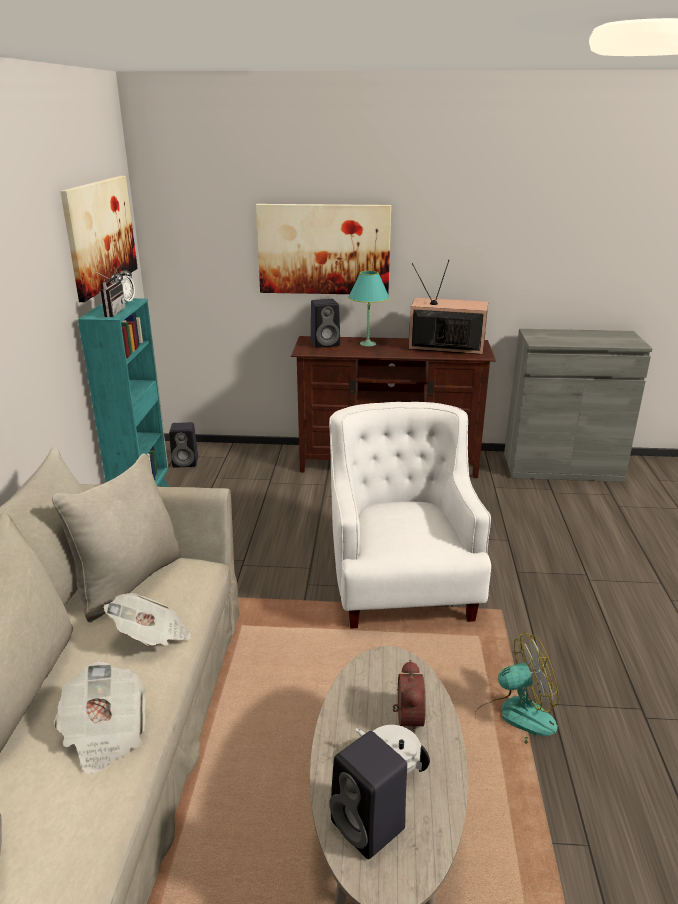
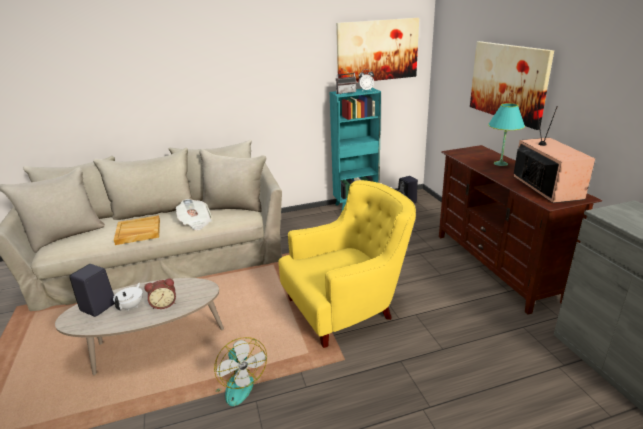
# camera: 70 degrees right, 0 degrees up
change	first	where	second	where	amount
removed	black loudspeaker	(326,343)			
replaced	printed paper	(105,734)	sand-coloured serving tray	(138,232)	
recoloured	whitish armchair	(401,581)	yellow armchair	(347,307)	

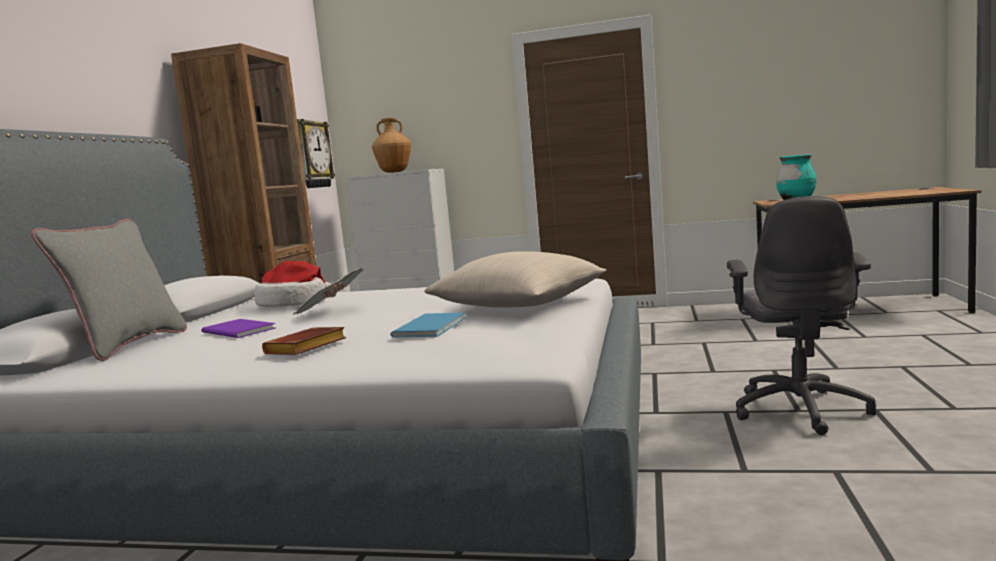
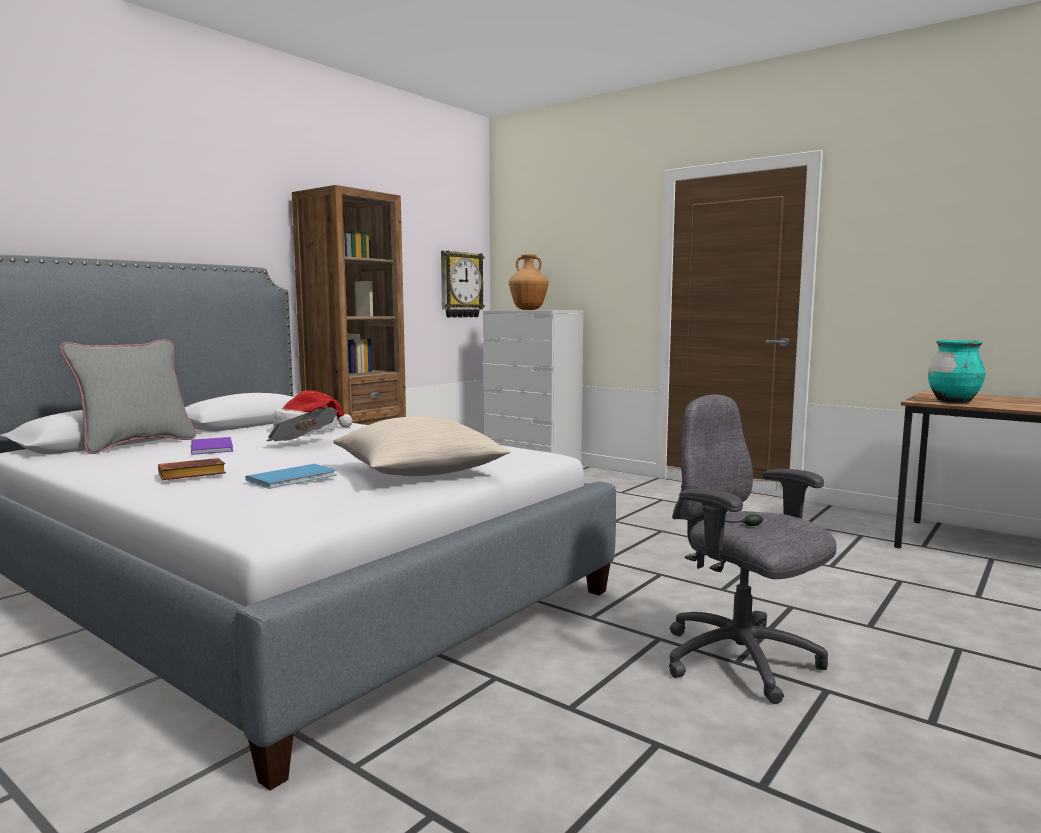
# camera: 25 degrees right, 0 degrees up
change	first	where	second	where	amount
turned	greyish desk chair	(800,409)		(741,661)	105 degrees clockwise

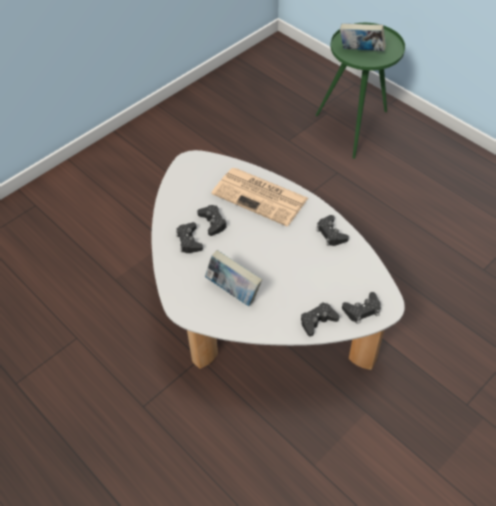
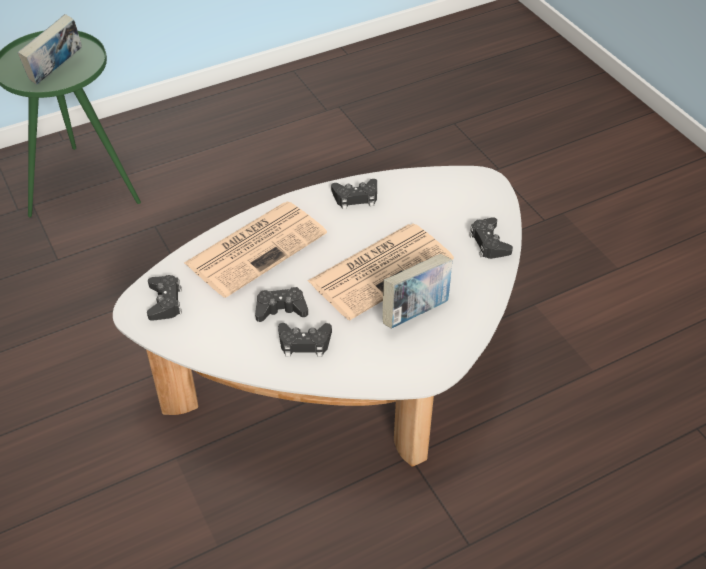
# camera: 75 degrees left, 5 degrees down
change	first	where	second	where	amount
added			printed paper	(381,269)	
moved	black game controller	(362,310)		(165,302)	

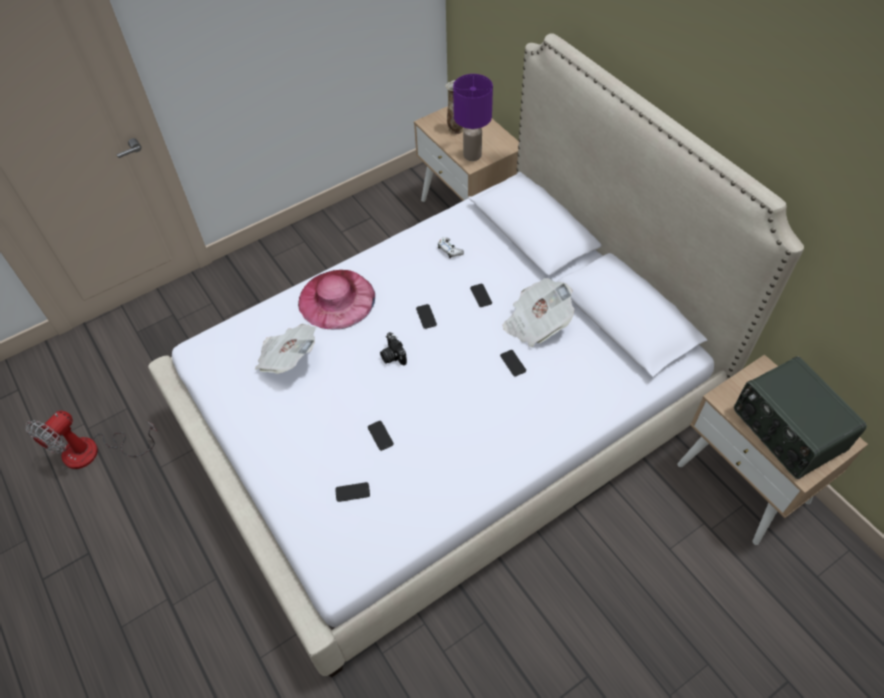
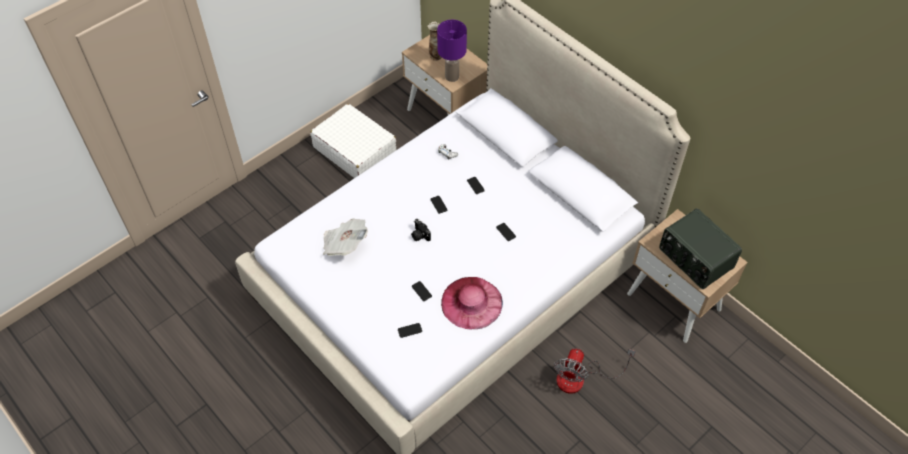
# camera: 10 degrees left, 0 degrees up
change	first	where	second	where	amount
removed	printed paper	(536,323)			
added			whitish suitcase	(354,149)	
moved	cooling fan	(94,451)		(580,378)	
moved	pink-coloured wearable hat	(336,299)		(471,302)	

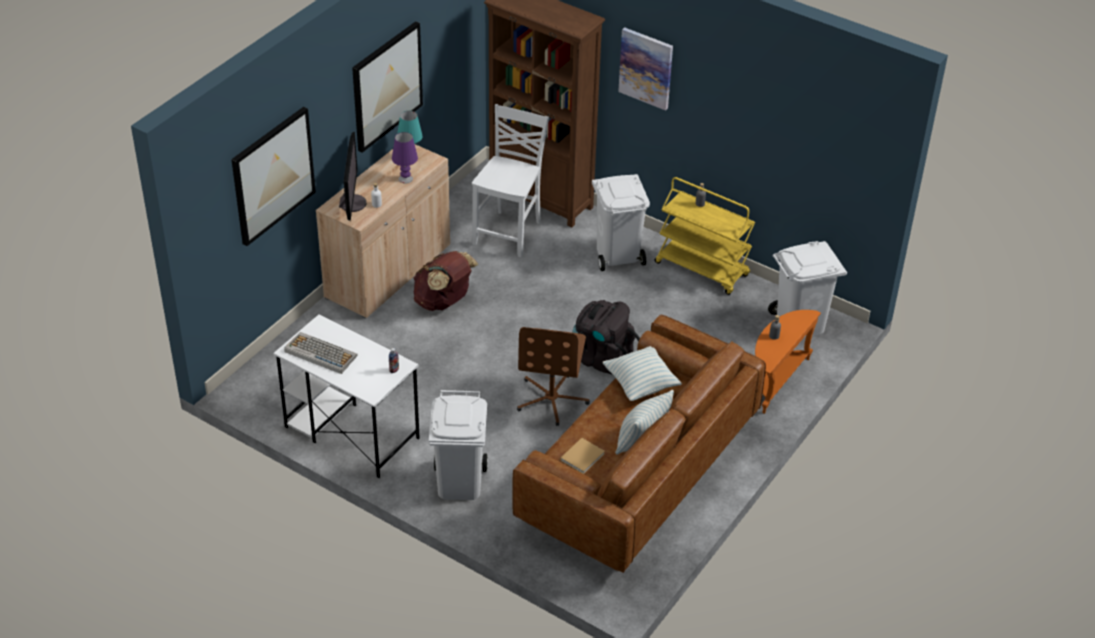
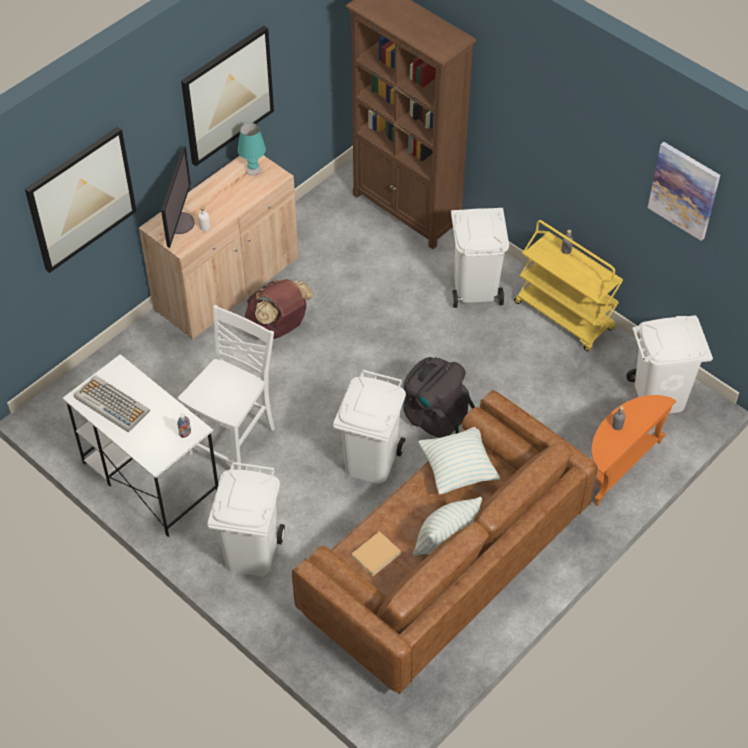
# camera: 10 degrees right, 10 degrees up
change	first	where	second	where	amount
removed	purple-coloured table lamp	(405,179)			
moved	whitish upright chair	(509,233)		(234,441)	
moved	wall picture	(646,68)		(684,190)	
replaced	brown-coloured desk chair	(552,399)	whitish waste bin	(370,461)	

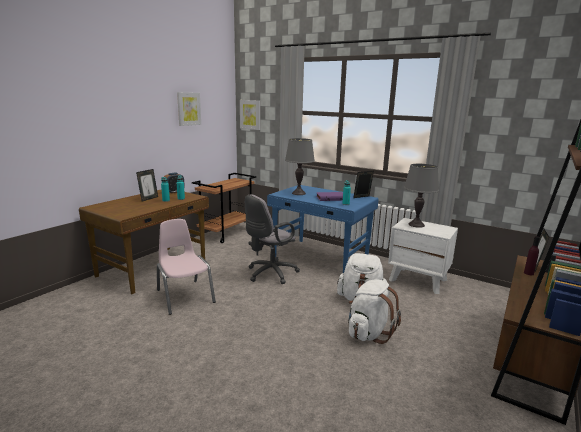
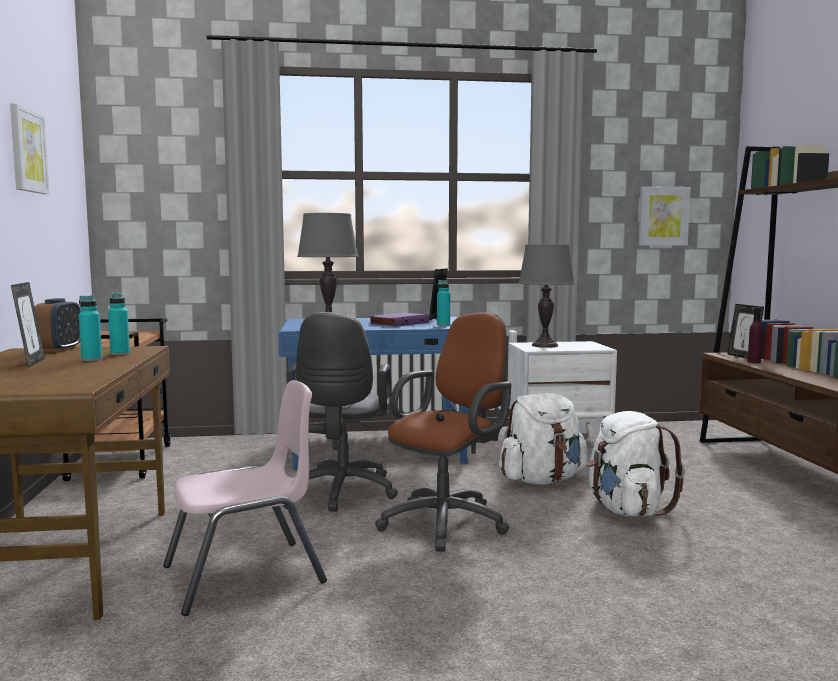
# camera: 40 degrees left, 10 degrees down
change	first	where	second	where	amount
added			brown-coloured desk chair	(449,522)	
moved	wall picture	(250,114)		(663,216)	
turned	pink-coloured upright chair	(185,296)		(245,575)	135 degrees clockwise

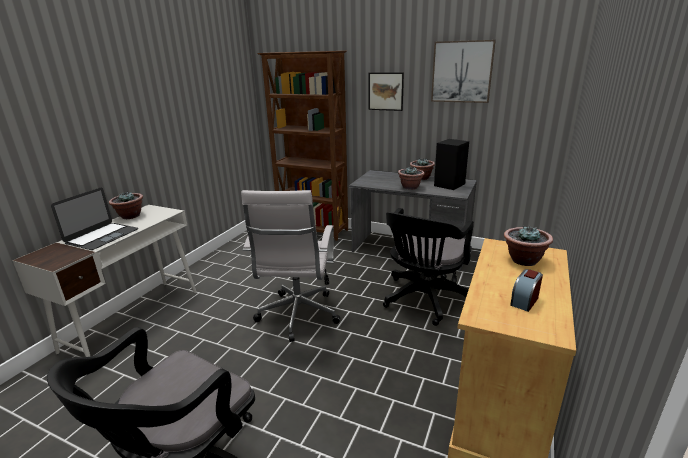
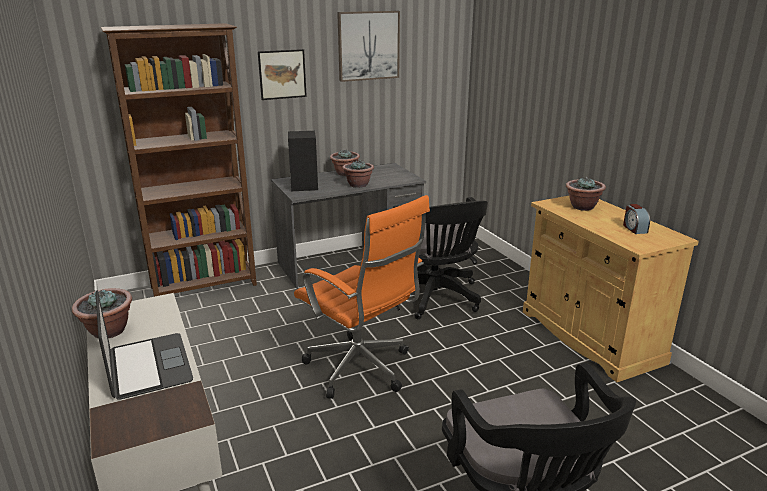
# camera: 50 degrees left, 0 degrees up
change	first	where	second	where	amount
moved	black loudspeaker	(450,184)		(304,185)	
recoloured	whitish desk chair	(298,317)	orangey desk chair	(362,370)	

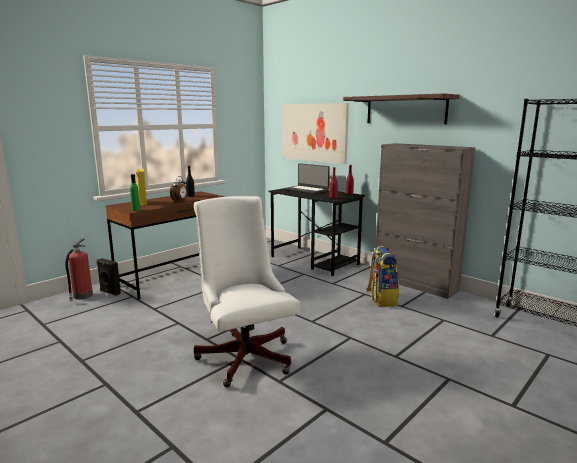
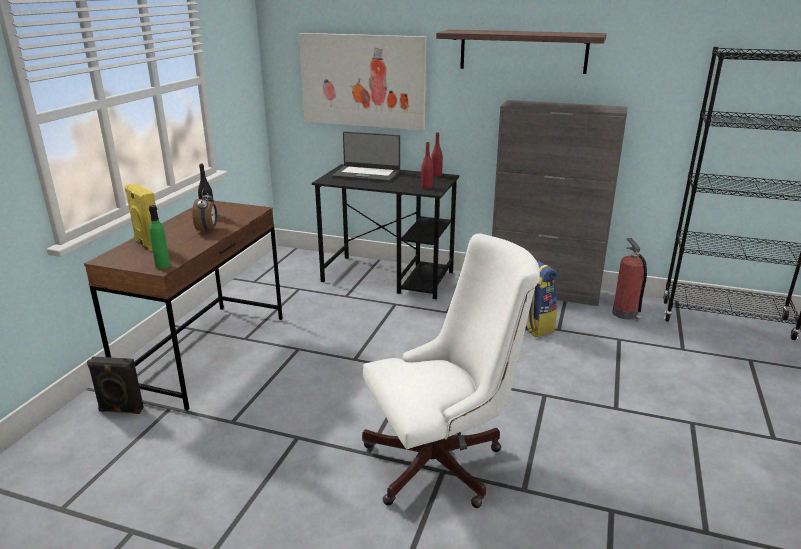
# camera: 25 degrees left, 10 degrees up
change	first	where	second	where	amount
moved	fire-fighting cylinder	(82,296)		(625,314)	
turned	whitish desk chair	(245,354)		(443,462)	120 degrees clockwise

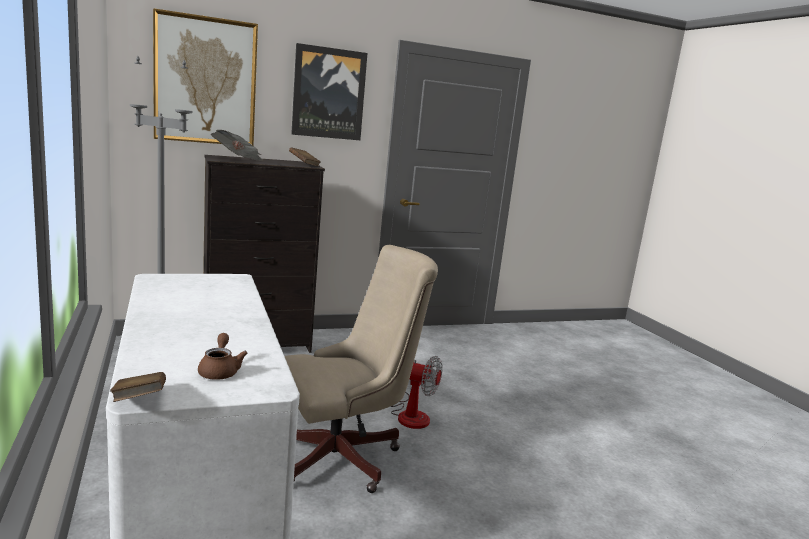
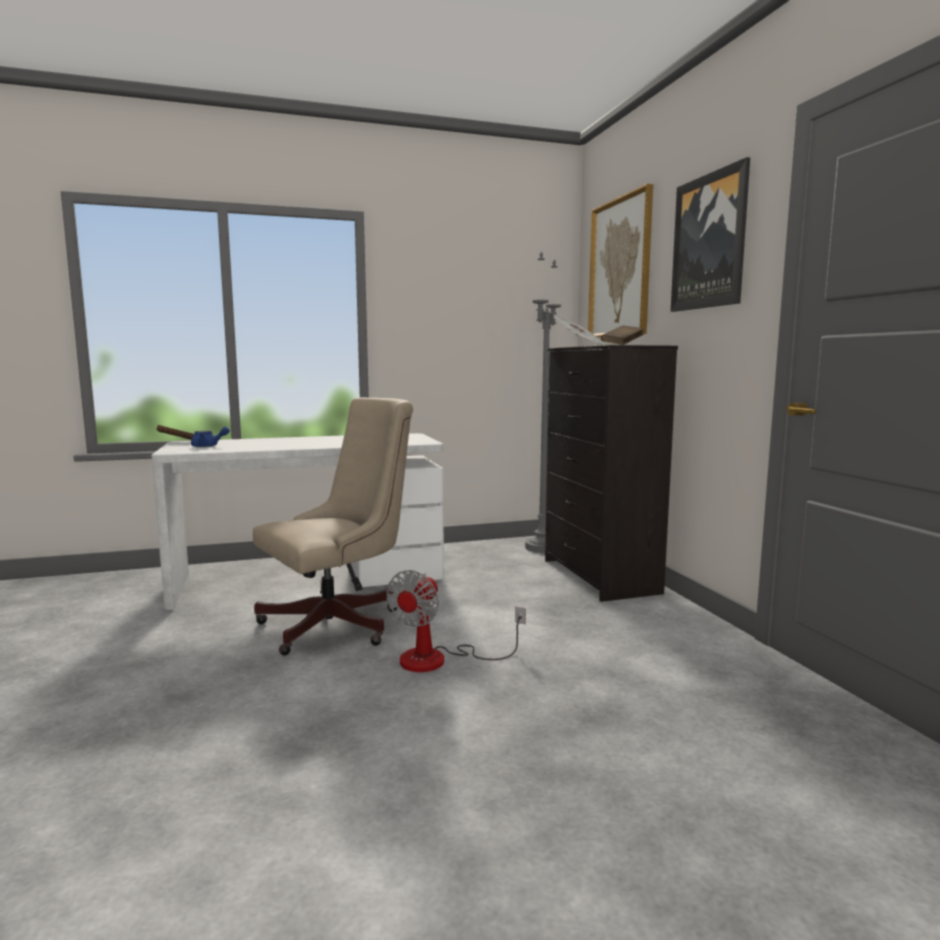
# camera: 95 degrees right, 5 degrees down
change	first	where	second	where	amount
recoloured	brown-coloured pot for tea	(220,371)	blue pot for tea	(208,446)	
turned	sand-coloured desk chair	(344,457)		(340,623)	105 degrees counterclockwise

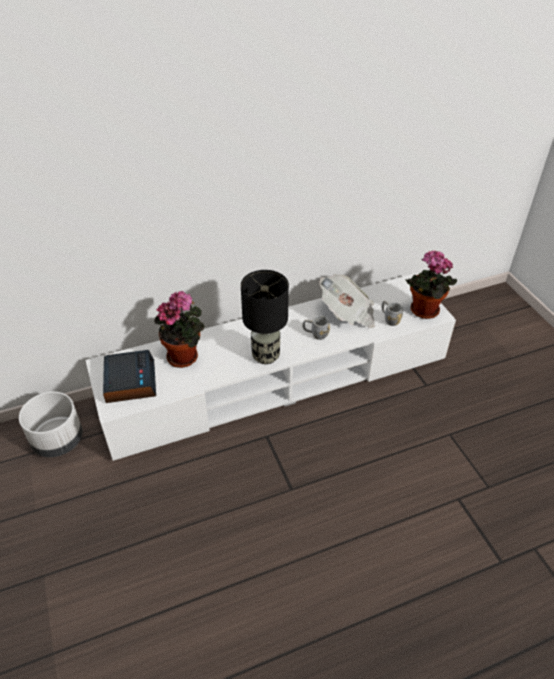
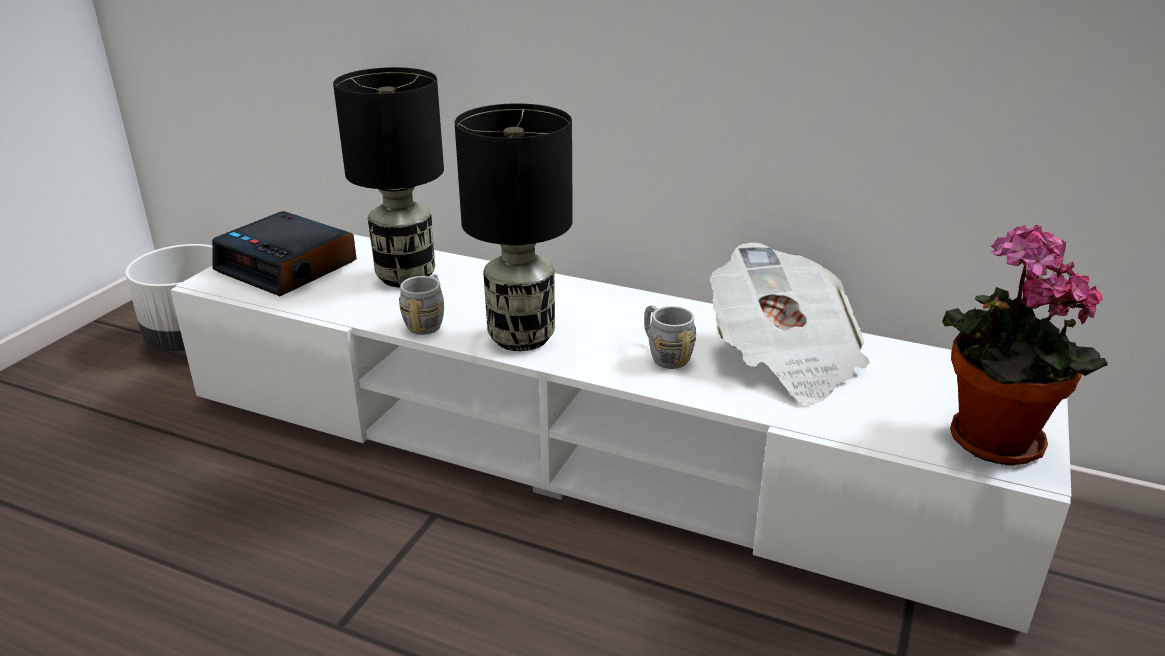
# camera: 45 degrees right, 15 degrees down
change	first	where	second	where	amount
moved	greyish tea mug	(389,319)		(428,322)	
replaced	potted plant	(185,356)	black table lamp	(407,277)	
turned	alarm clock	(129,381)		(288,266)	90 degrees clockwise

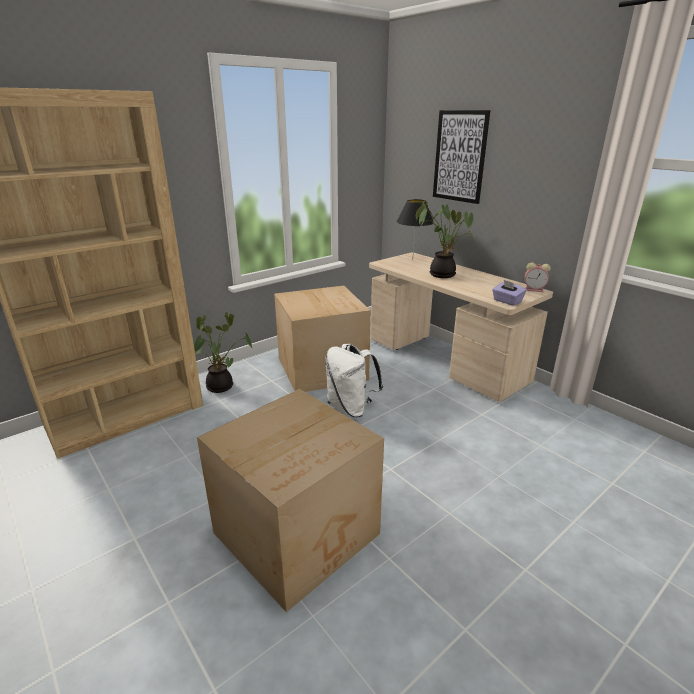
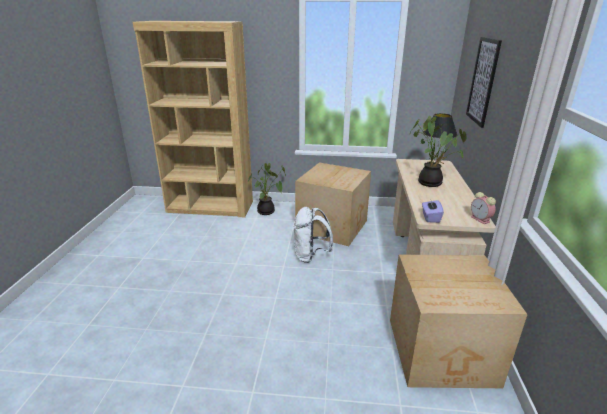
# camera: 45 degrees right, 0 degrees up
change	first	where	second	where	amount
moved	packing box	(299,533)		(442,352)	

